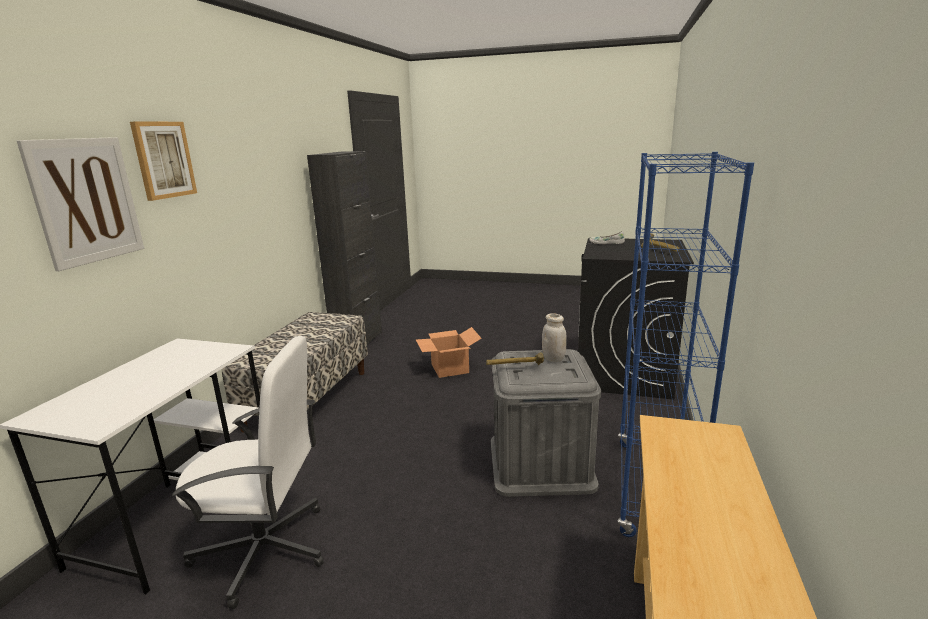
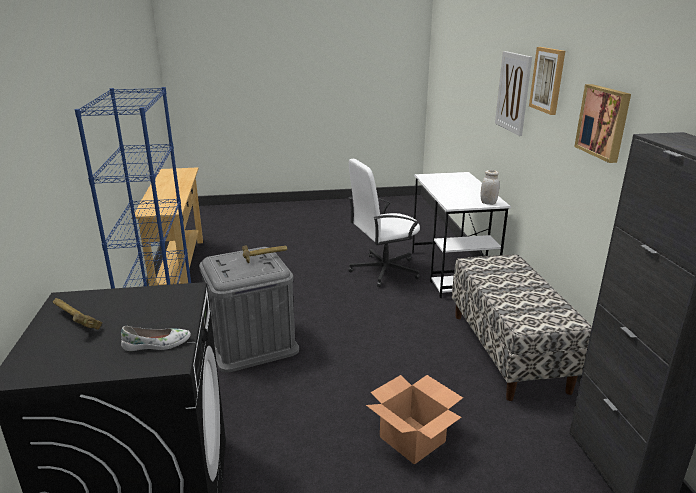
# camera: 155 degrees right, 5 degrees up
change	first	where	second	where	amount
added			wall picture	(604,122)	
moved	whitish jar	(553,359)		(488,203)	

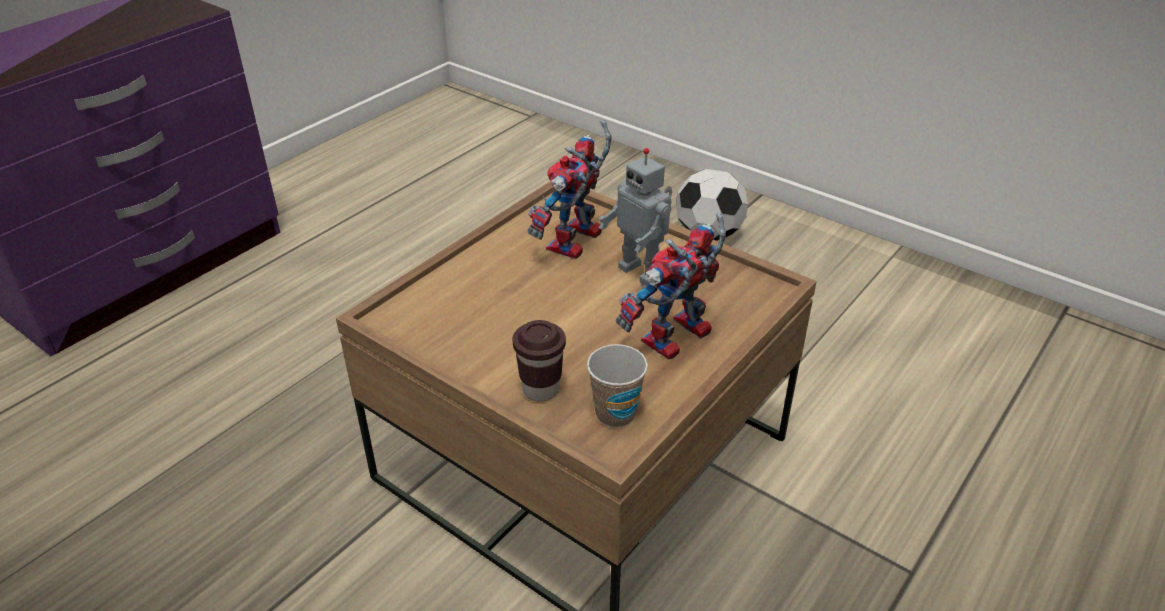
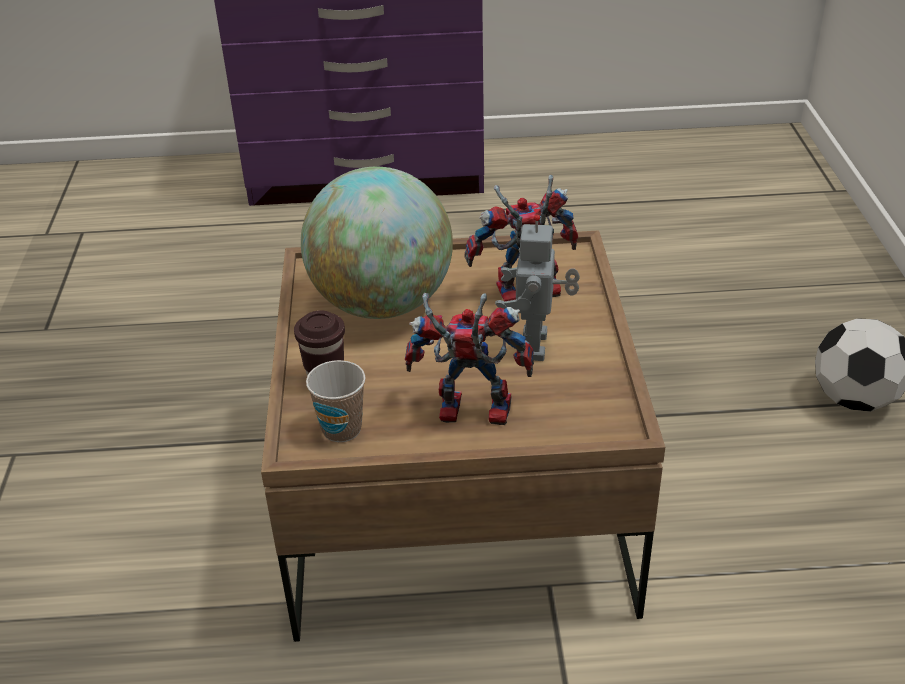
# camera: 50 degrees right, 0 degrees up
change	first	where	second	where	amount
added			world globe	(382,304)	

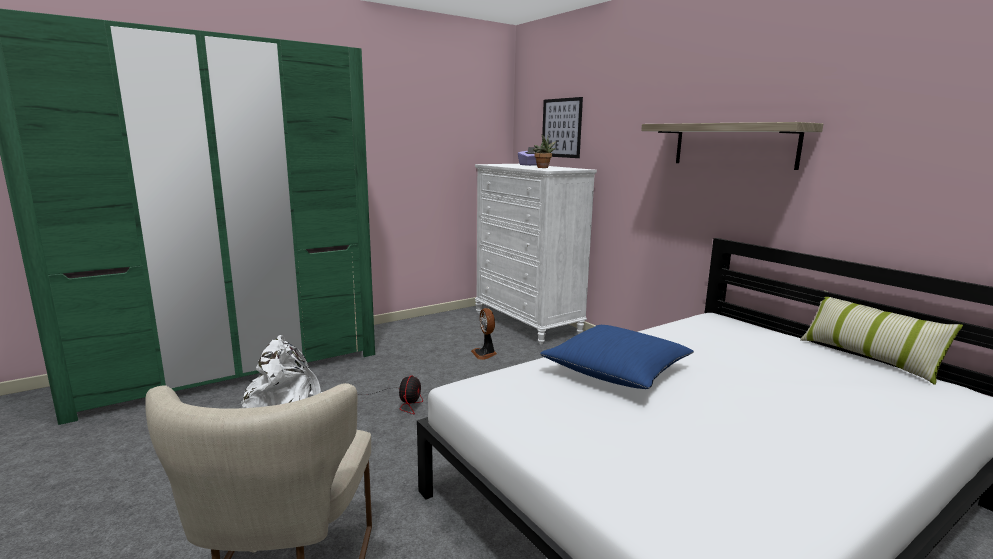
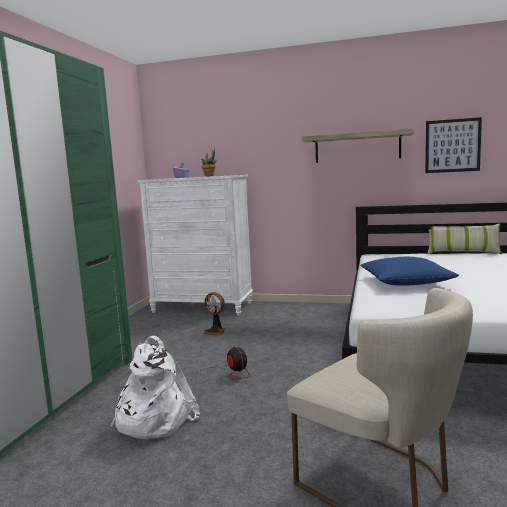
# camera: 40 degrees left, 5 degrees down
change	first	where	second	where	amount
moved	wall picture	(561,128)		(452,145)	

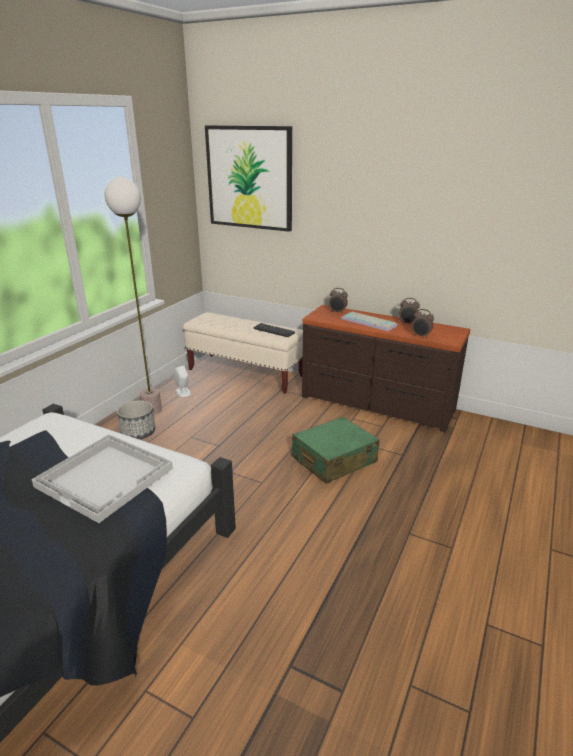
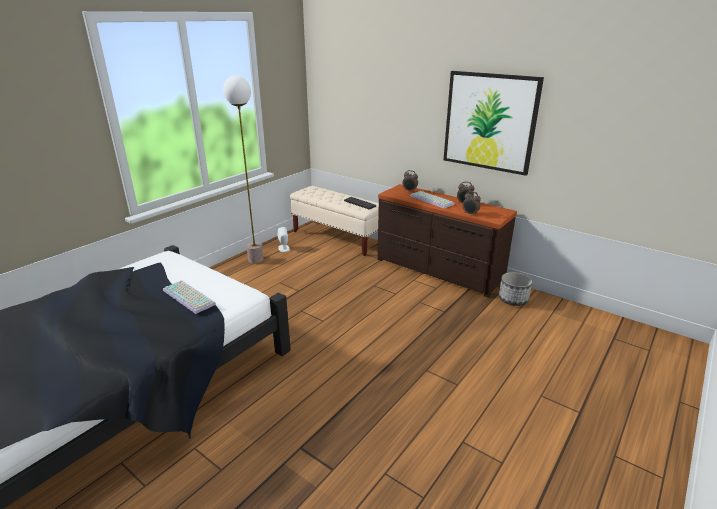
# camera: 10 degrees right, 0 degrees up
change	first	where	second	where	amount
removed	green suitcase	(333,460)			
moved	planter	(138,432)		(512,299)	
moved	wall picture	(249,178)		(489,122)	
replaced	whitish serving tray	(106,477)	keyboard	(190,297)	

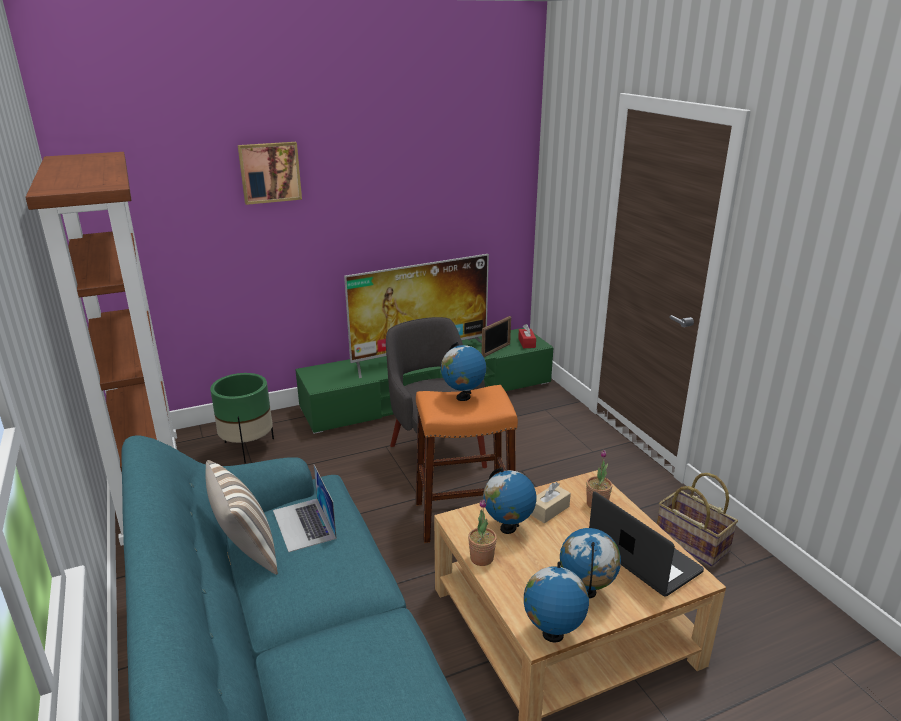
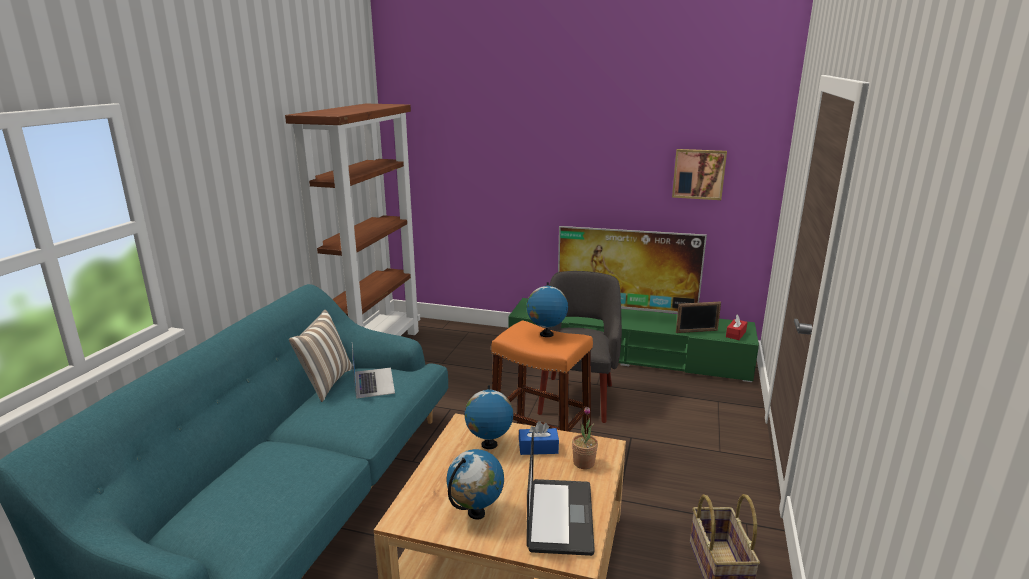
# camera: 40 degrees right, 5 degrees down
change	first	where	second	where	amount
removed	green planter	(248,448)			
removed	potted plant	(481,558)			
removed	world globe	(552,635)			
moved	wall picture	(270,172)		(698,174)	
recoloured	sand-coloured tissue holder	(549,510)	blue tissue holder	(538,448)	
turned	notebook computer	(304,524)		(374,382)	150 degrees clockwise

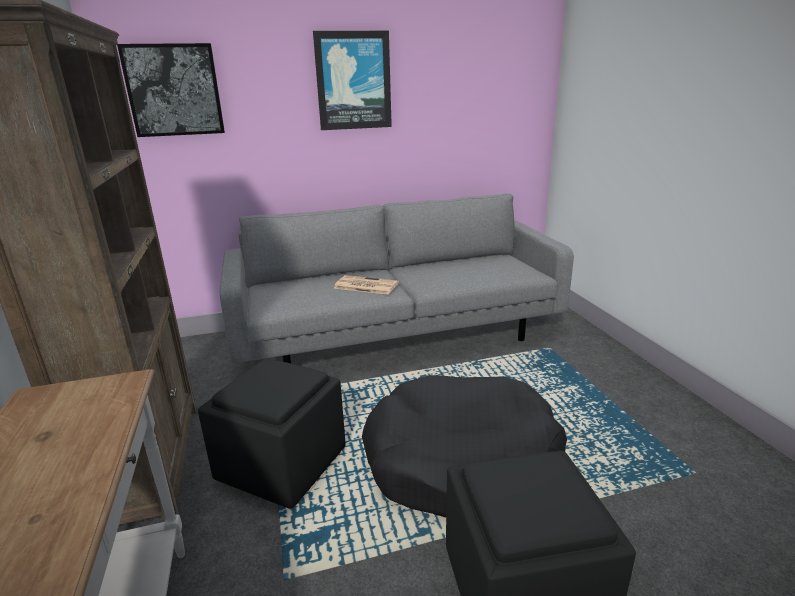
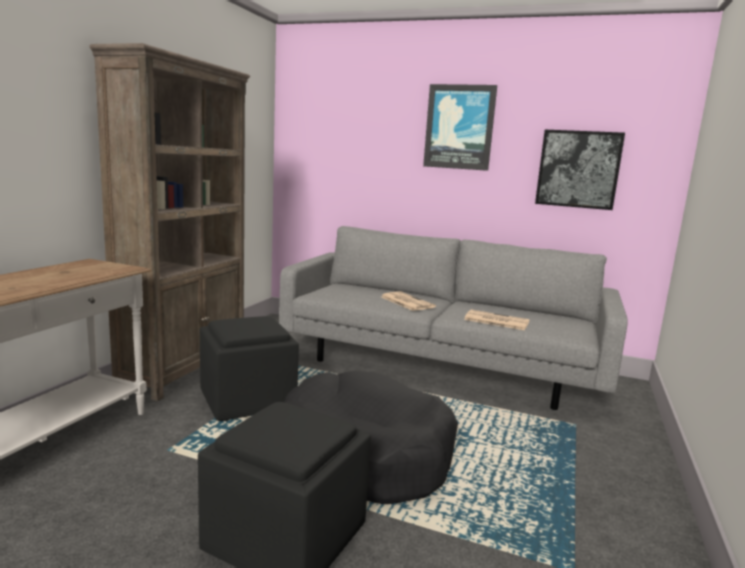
# camera: 35 degrees right, 10 degrees down
change	first	where	second	where	amount
added			printed paper	(495,321)	
moved	wall picture	(174,90)		(578,169)	

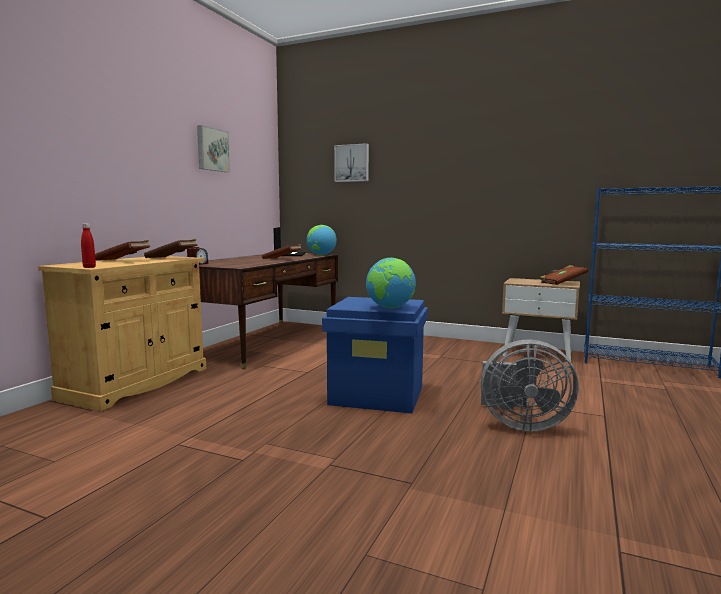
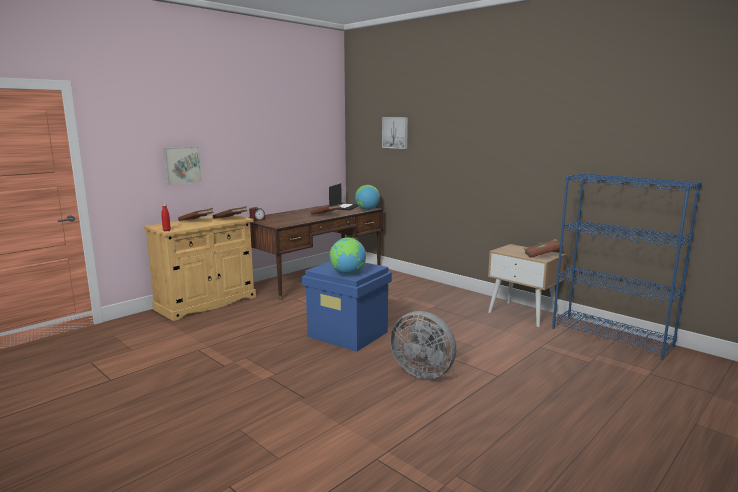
# camera: 20 degrees right, 5 degrees up
change	first	where	second	where	amount
moved	wall picture	(212,149)		(181,165)	

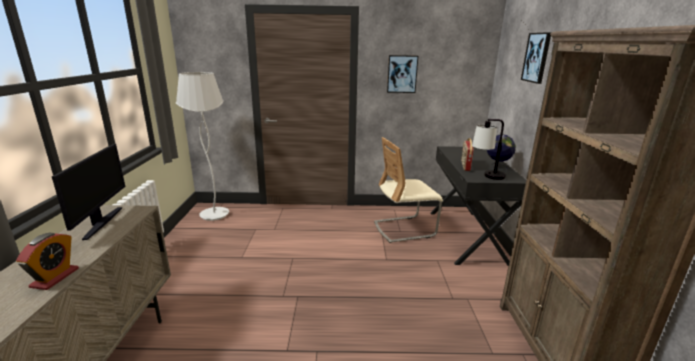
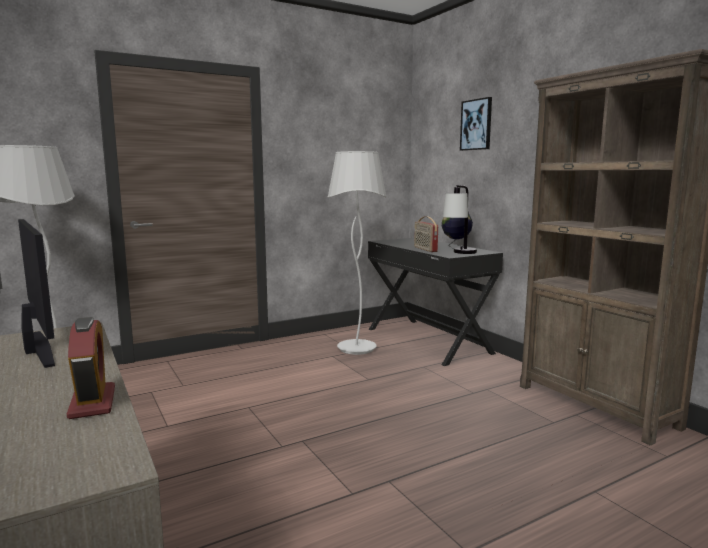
# camera: 30 degrees left, 10 degrees down
change	first	where	second	where	amount
removed	wall picture	(402,74)			
replaced	sand-coloured upright chair	(404,229)	whitish floor lamp	(356,349)	

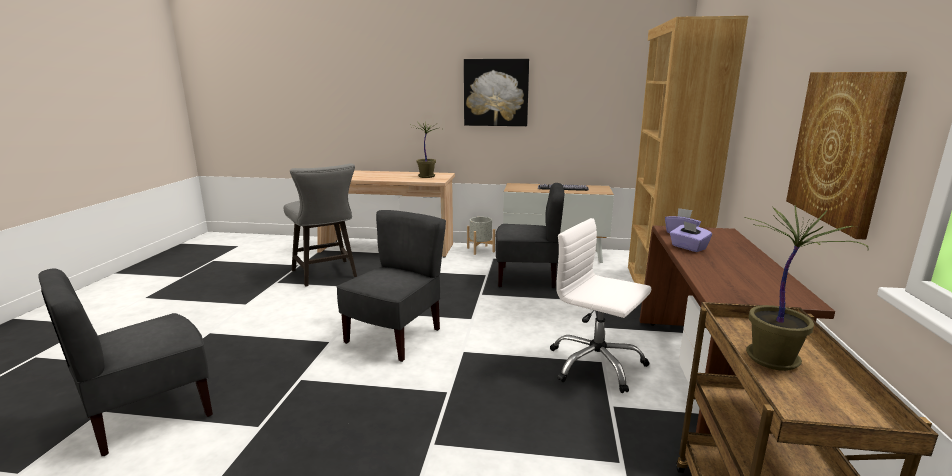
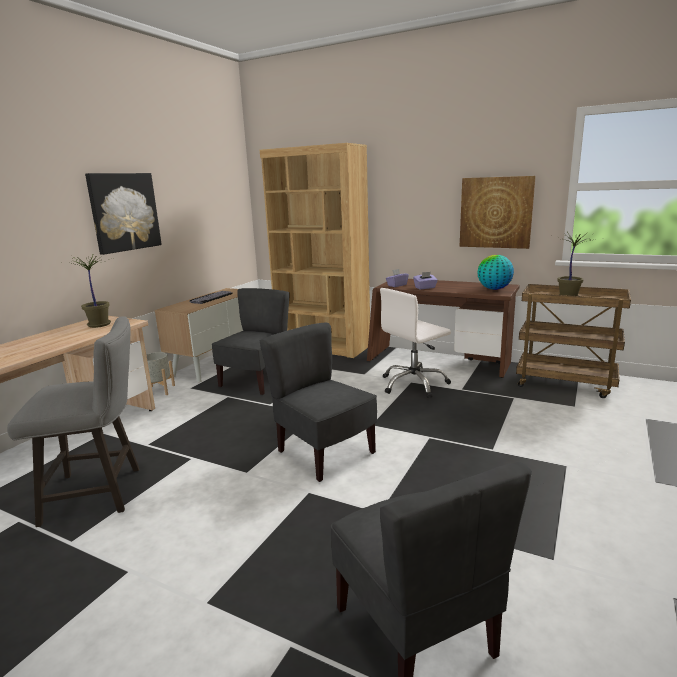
# camera: 70 degrees left, 0 degrees up
change	first	where	second	where	amount
added			world globe	(494,289)	

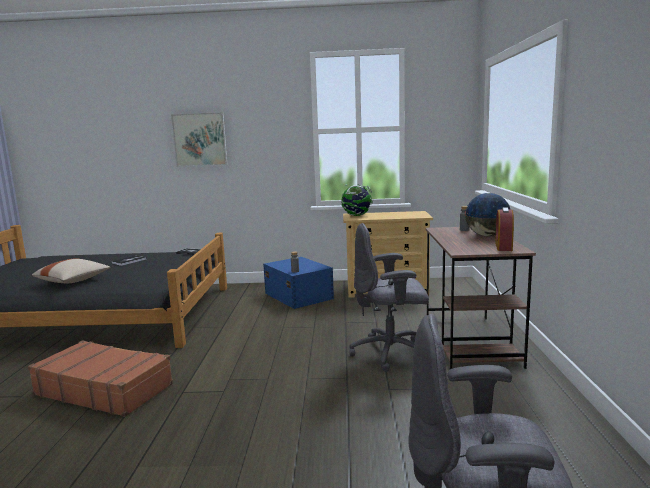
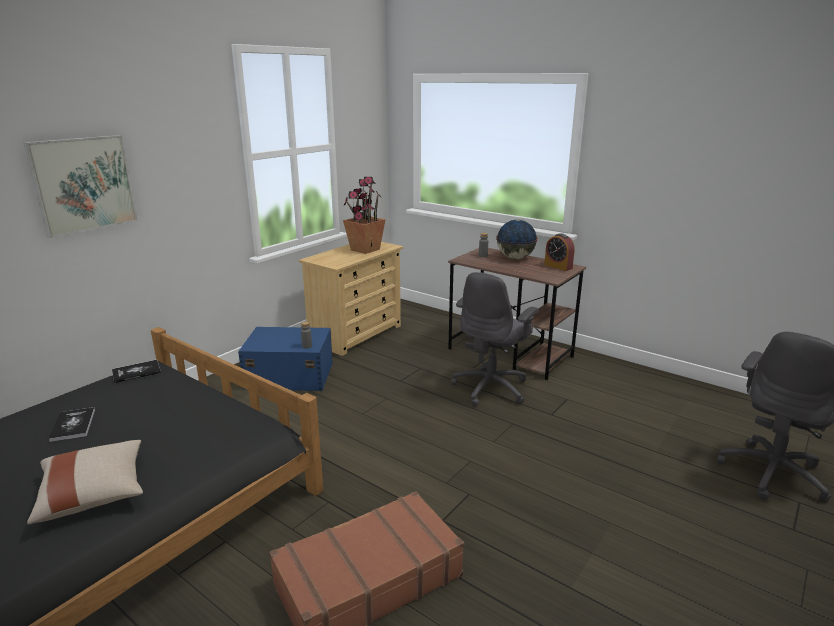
# camera: 55 degrees left, 10 degrees up
change	first	where	second	where	amount
removed	world globe	(357,215)			
added			potted plant	(365,249)	

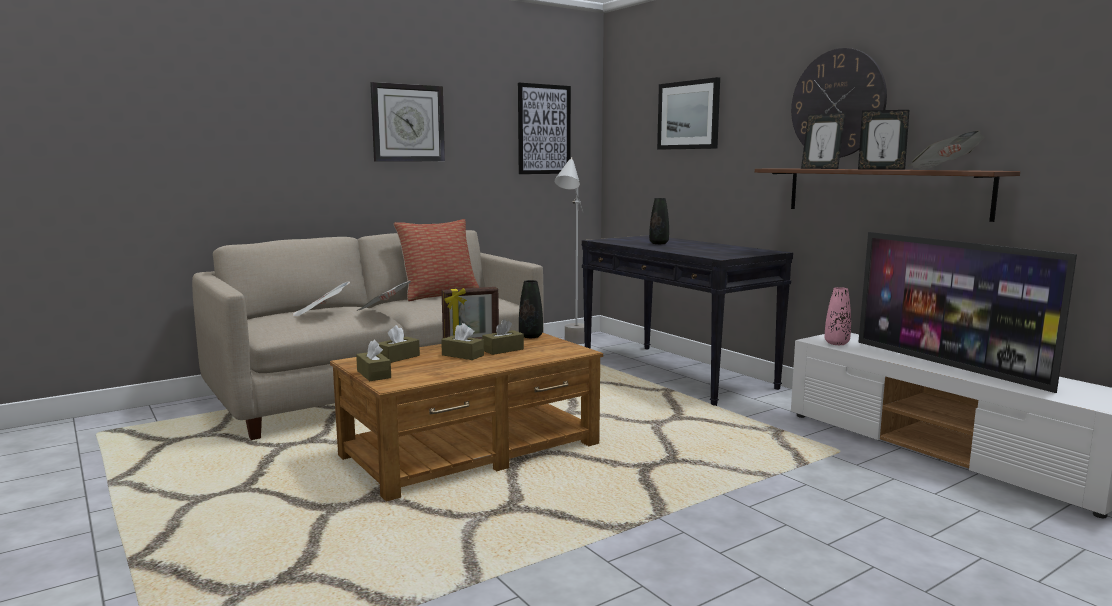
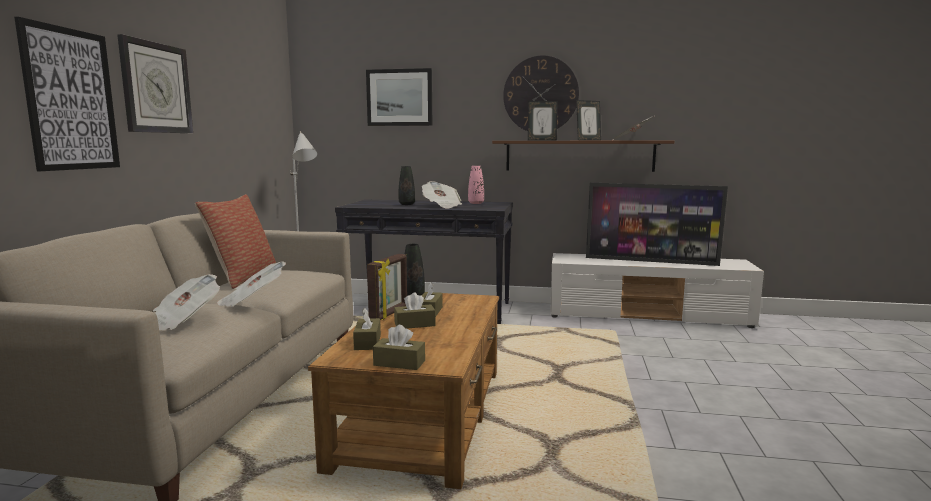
# camera: 45 degrees left, 0 degrees up
change	first	where	second	where	amount
added			printed paper	(441,206)	
moved	wall picture	(544,129)		(71,99)	
moved	pink-coloured vase	(836,343)		(476,203)	

